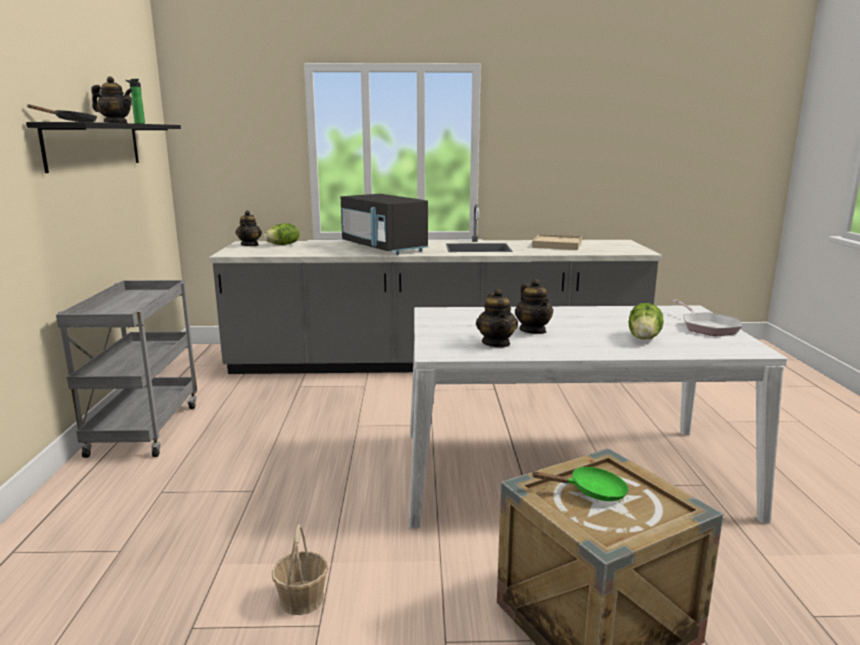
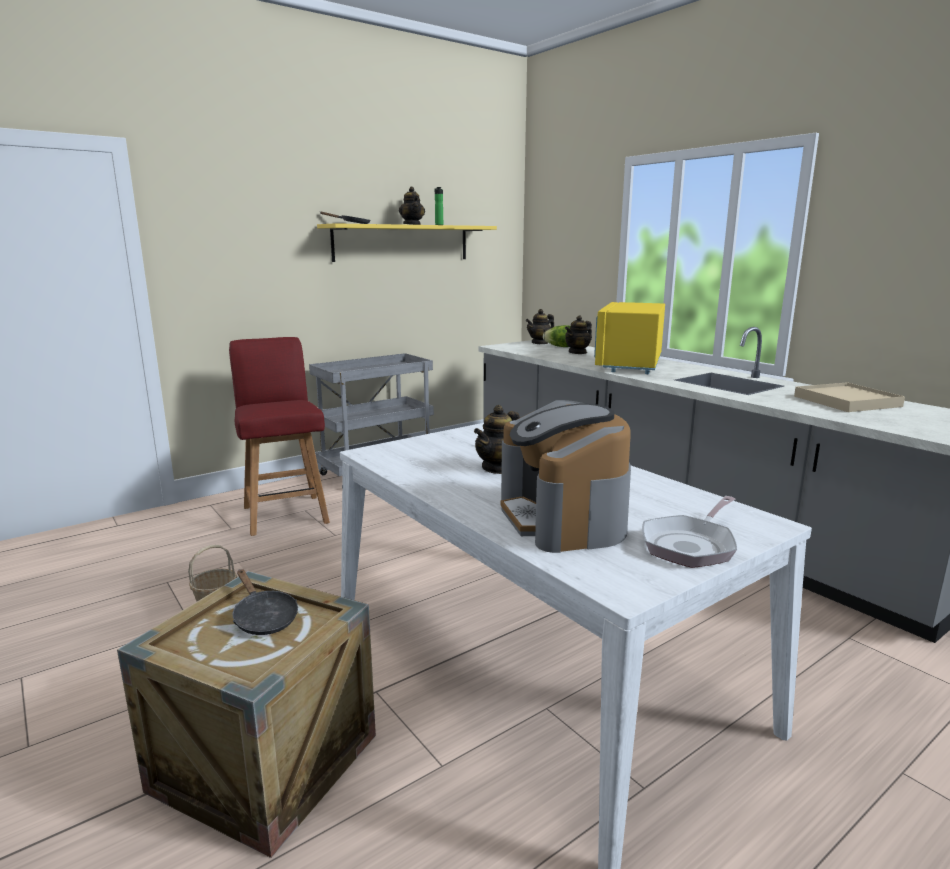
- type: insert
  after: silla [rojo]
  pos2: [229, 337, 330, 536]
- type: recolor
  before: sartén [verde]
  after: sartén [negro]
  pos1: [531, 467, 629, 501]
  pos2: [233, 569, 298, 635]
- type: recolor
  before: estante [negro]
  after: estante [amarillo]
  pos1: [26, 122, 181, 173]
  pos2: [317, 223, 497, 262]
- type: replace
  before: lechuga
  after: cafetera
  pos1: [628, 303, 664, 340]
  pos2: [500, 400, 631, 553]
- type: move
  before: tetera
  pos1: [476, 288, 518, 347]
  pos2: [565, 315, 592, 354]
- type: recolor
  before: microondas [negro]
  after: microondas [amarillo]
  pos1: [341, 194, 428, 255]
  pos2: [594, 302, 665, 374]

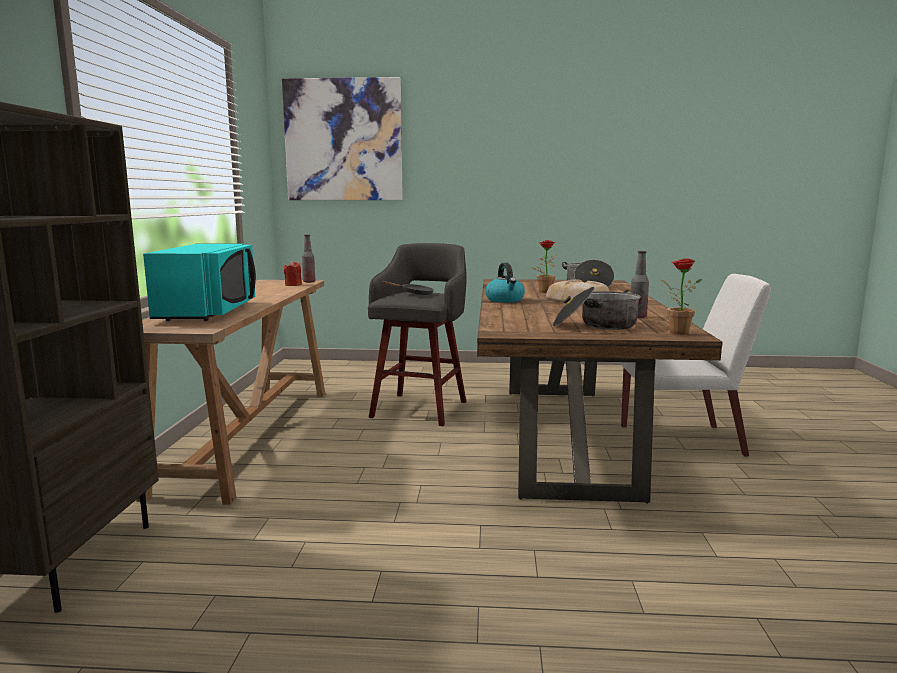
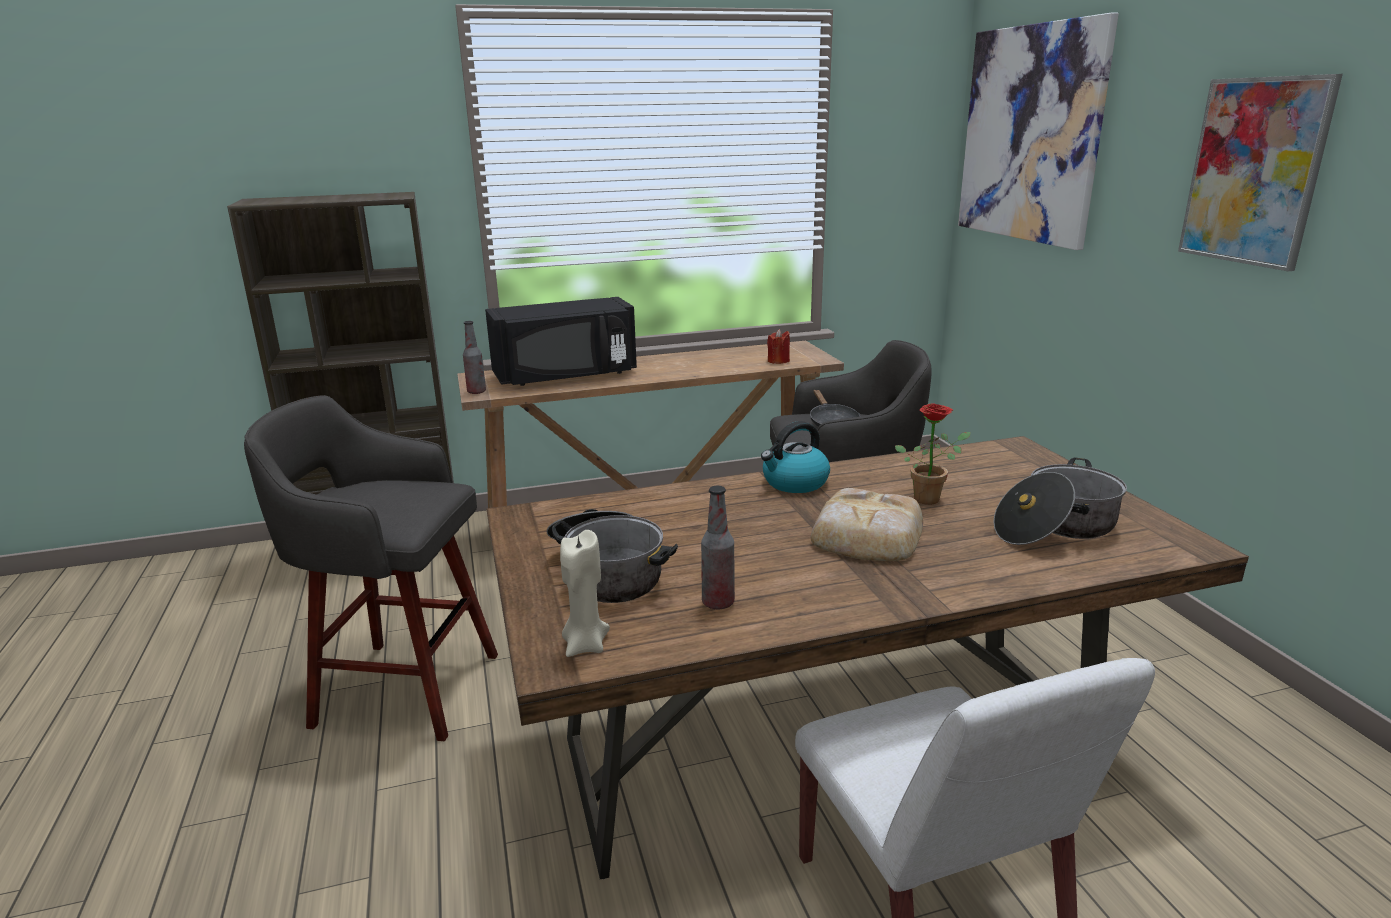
- type: insert
  after: taburete [gris]
  pos2: [244, 395, 498, 741]
- type: move
  before: botella
  pos1: [302, 235, 315, 283]
  pos2: [463, 321, 486, 394]
- type: recolor
  before: microondas [turquesa]
  after: microondas [negro]
  pos1: [143, 244, 256, 321]
  pos2: [485, 297, 637, 386]
- type: replace
  before: planta en maceta
  after: vela [beis]
  pos1: [661, 258, 702, 334]
  pos2: [560, 530, 610, 657]
- type: insert
  after: cuadro
  pos2: [1178, 74, 1343, 271]

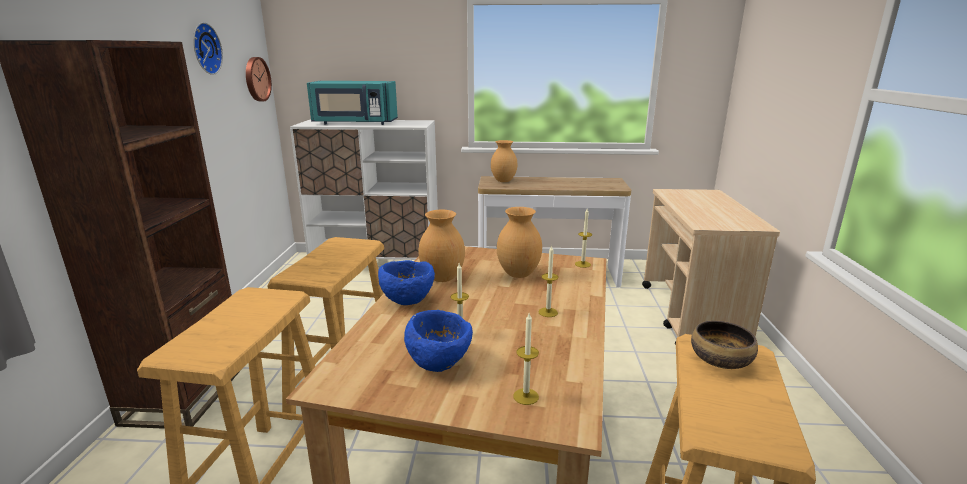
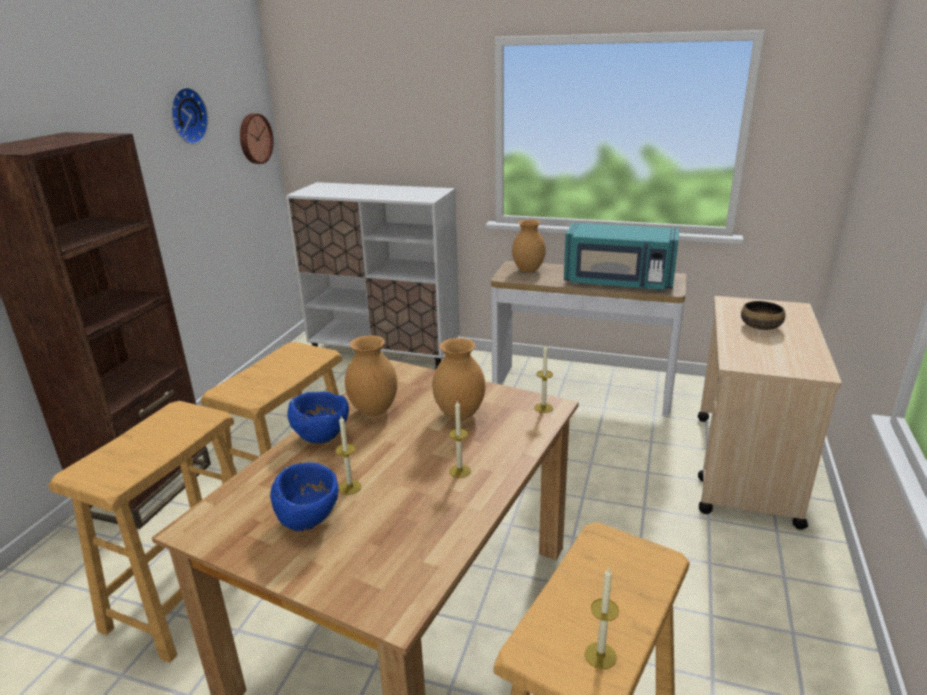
- type: move
  before: microondas [turquesa]
  pos1: [307, 81, 398, 125]
  pos2: [564, 223, 679, 290]
- type: move
  before: vela
  pos1: [514, 313, 539, 405]
  pos2: [585, 568, 619, 669]
- type: move
  before: cuenco
  pos1: [691, 321, 758, 369]
  pos2: [741, 301, 785, 330]

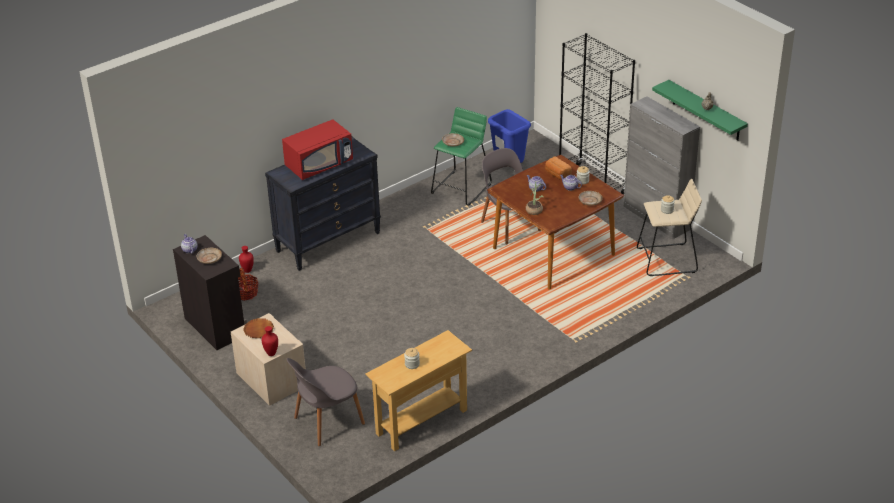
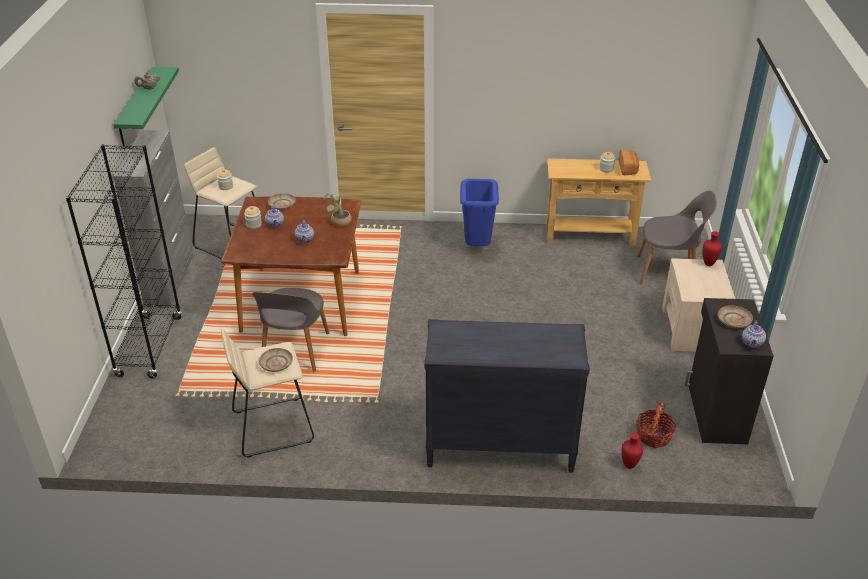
- type: recolor
  before: taburete [verde]
  after: taburete [beis]
  pos1: [431, 107, 492, 206]
  pos2: [221, 328, 314, 458]
- type: move
  before: papelera [azul]
  pos1: [488, 109, 531, 163]
  pos2: [460, 179, 499, 246]
- type: move
  before: pan
  pos1: [545, 156, 572, 180]
  pos2: [619, 150, 639, 176]
- type: delete
  before: plato [marrón]
  pos1: [243, 318, 274, 338]
- type: delete
  before: microondas [rojo]
  pos1: [282, 119, 353, 180]

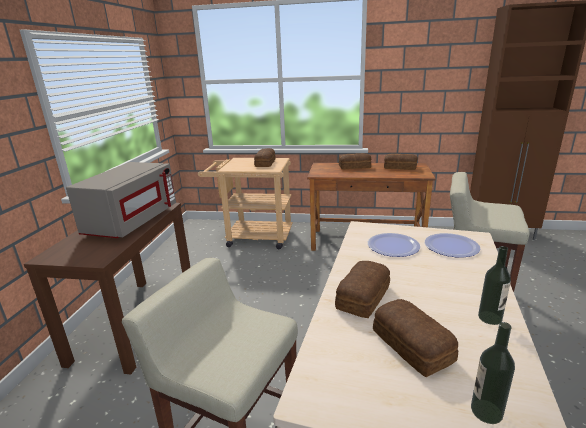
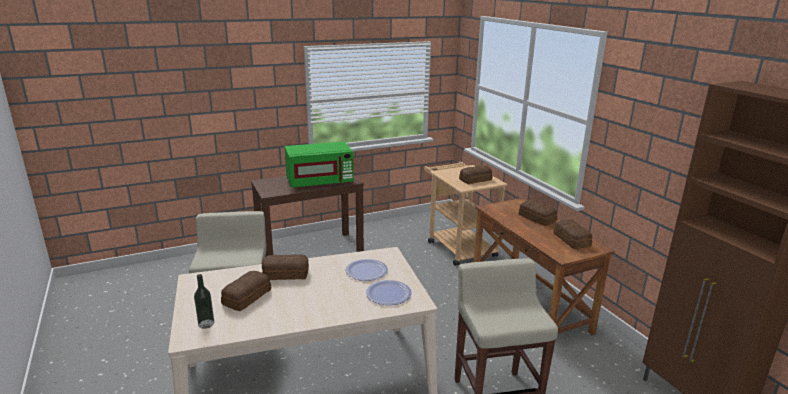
- type: recolor
  before: microondas [gris]
  after: microondas [verde]
  pos1: [66, 162, 176, 238]
  pos2: [284, 142, 354, 188]
- type: delete
  before: botella
  pos1: [478, 246, 511, 325]

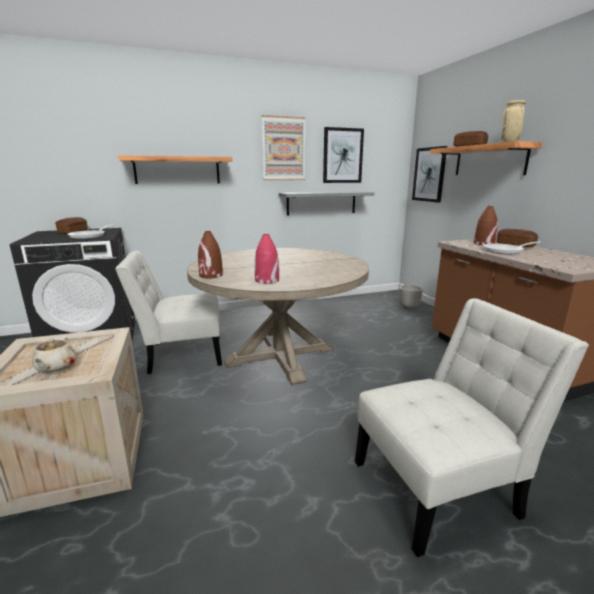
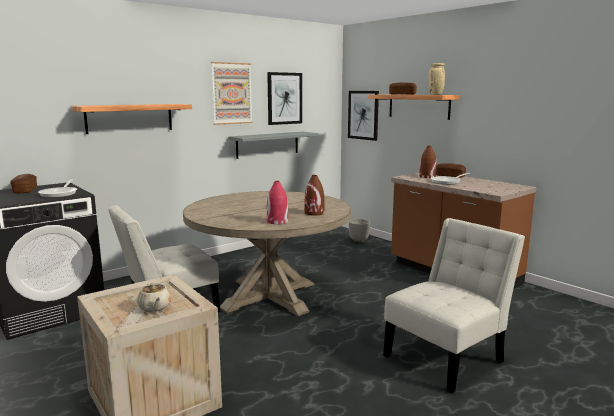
- type: move
  before: florero [marrón]
  pos1: [198, 231, 223, 278]
  pos2: [304, 175, 325, 216]

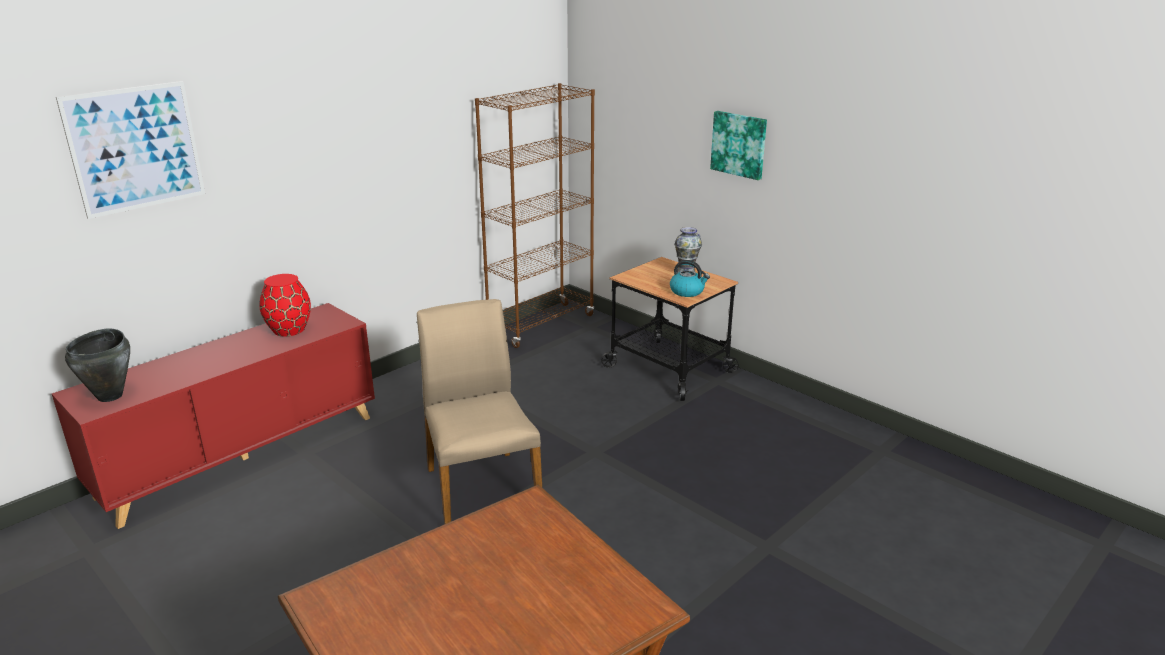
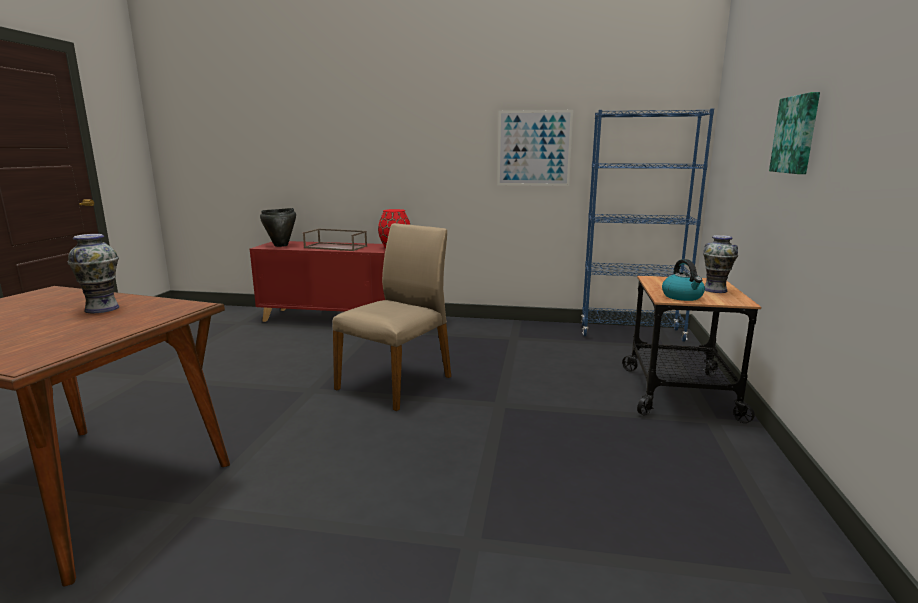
- type: insert
  after: florero
  pos2: [68, 234, 120, 313]
- type: insert
  after: bandeja [marrón]
  pos2: [303, 229, 367, 251]
- type: move
  before: cuadro
  pos1: [56, 81, 205, 219]
  pos2: [497, 110, 573, 186]
- type: recolor
  before: estantería [marrón]
  after: estantería [azul]
  pos1: [475, 83, 595, 348]
  pos2: [581, 108, 714, 342]

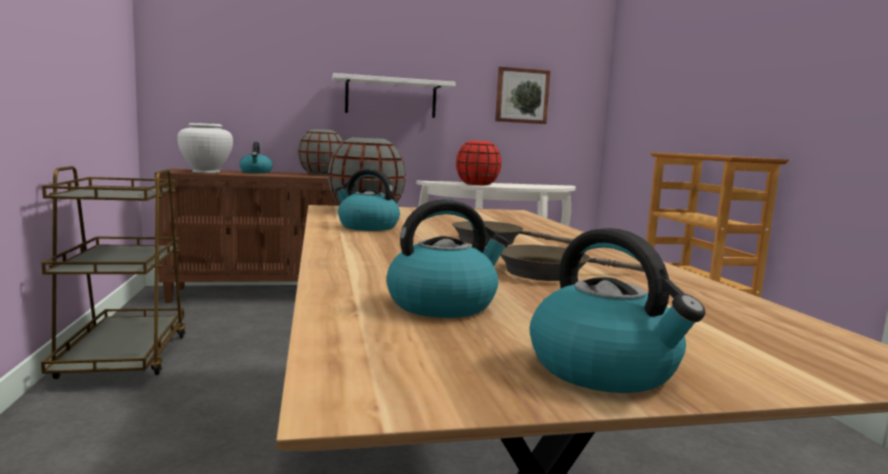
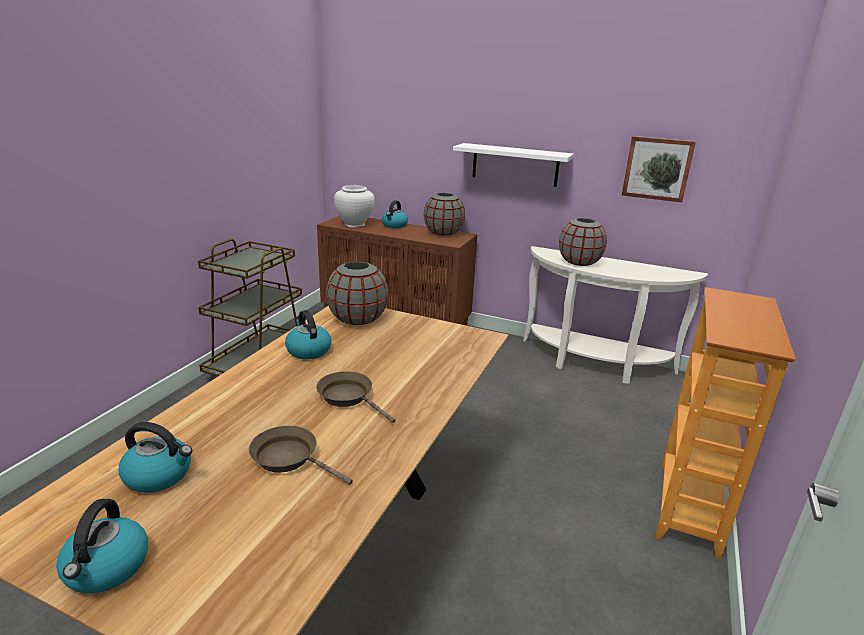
- type: recolor
  before: florero [rojo]
  after: florero [gris]
  pos1: [456, 141, 501, 185]
  pos2: [559, 218, 607, 266]

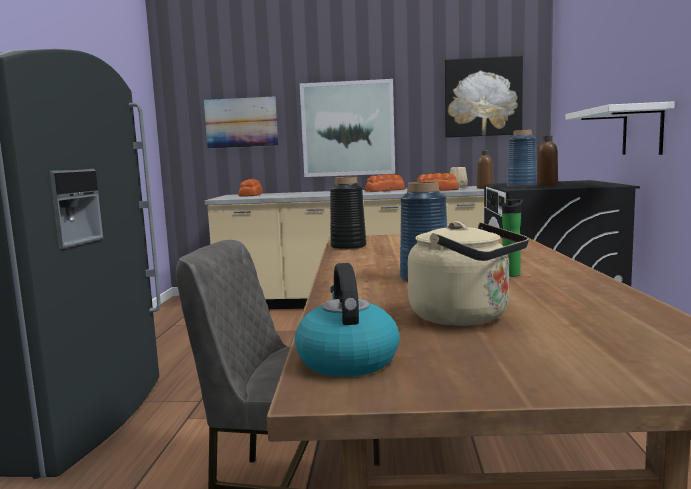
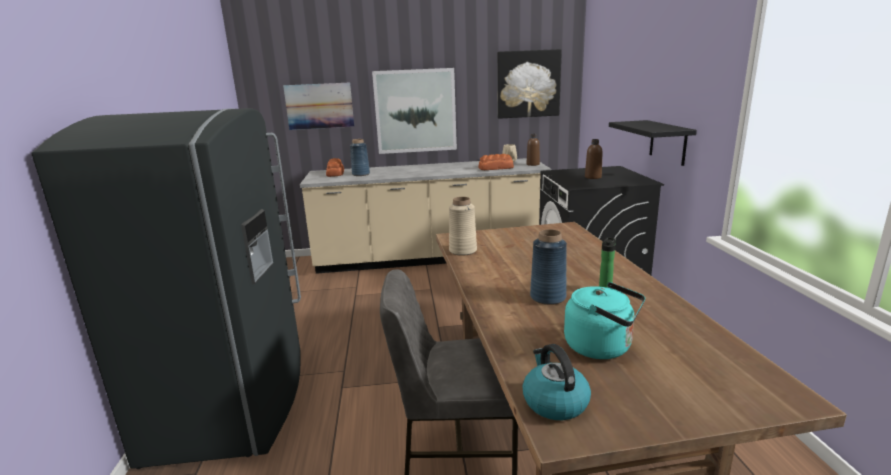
- type: move
  before: florero [azul]
  pos1: [507, 130, 537, 188]
  pos2: [350, 139, 370, 176]
- type: recolor
  before: florero [negro]
  after: florero [beis]
  pos1: [330, 177, 366, 250]
  pos2: [449, 197, 477, 256]
- type: recolor
  before: hervidor [beis]
  after: hervidor [turquesa]
  pos1: [408, 221, 529, 326]
  pos2: [564, 282, 645, 359]
- type: recolor
  before: estante [blanco]
  after: estante [negro]
  pos1: [565, 102, 675, 155]
  pos2: [609, 120, 697, 166]
- type: delete
  before: pan
  pos1: [365, 174, 405, 192]

